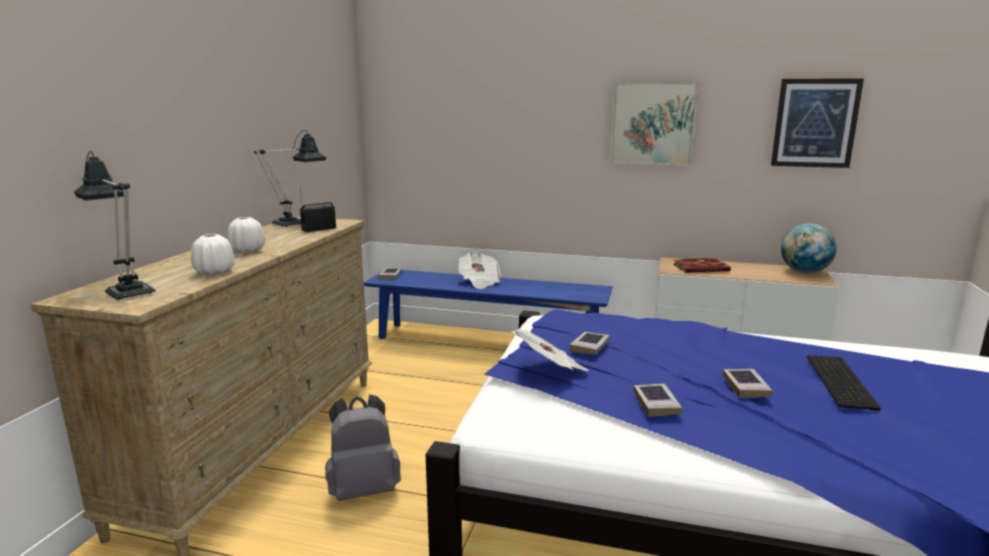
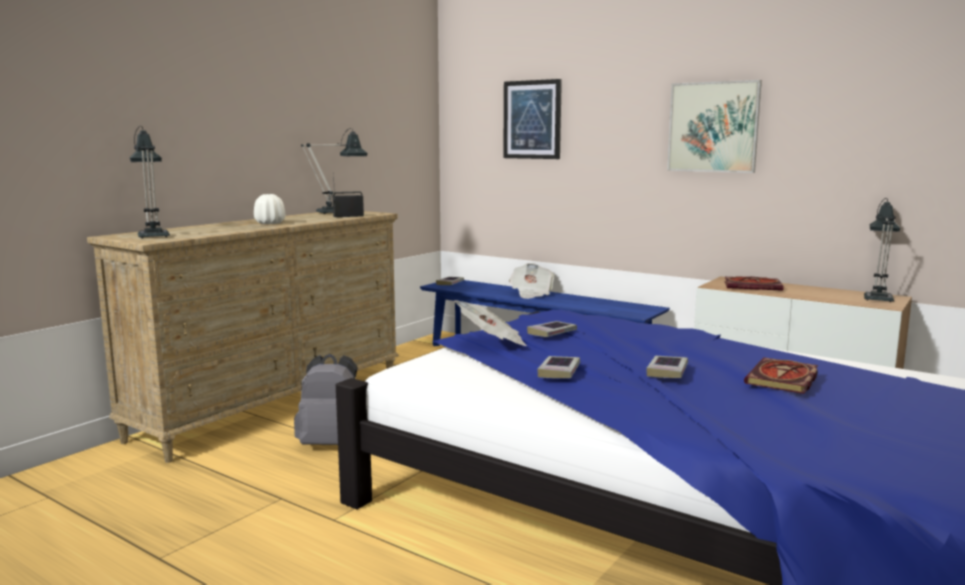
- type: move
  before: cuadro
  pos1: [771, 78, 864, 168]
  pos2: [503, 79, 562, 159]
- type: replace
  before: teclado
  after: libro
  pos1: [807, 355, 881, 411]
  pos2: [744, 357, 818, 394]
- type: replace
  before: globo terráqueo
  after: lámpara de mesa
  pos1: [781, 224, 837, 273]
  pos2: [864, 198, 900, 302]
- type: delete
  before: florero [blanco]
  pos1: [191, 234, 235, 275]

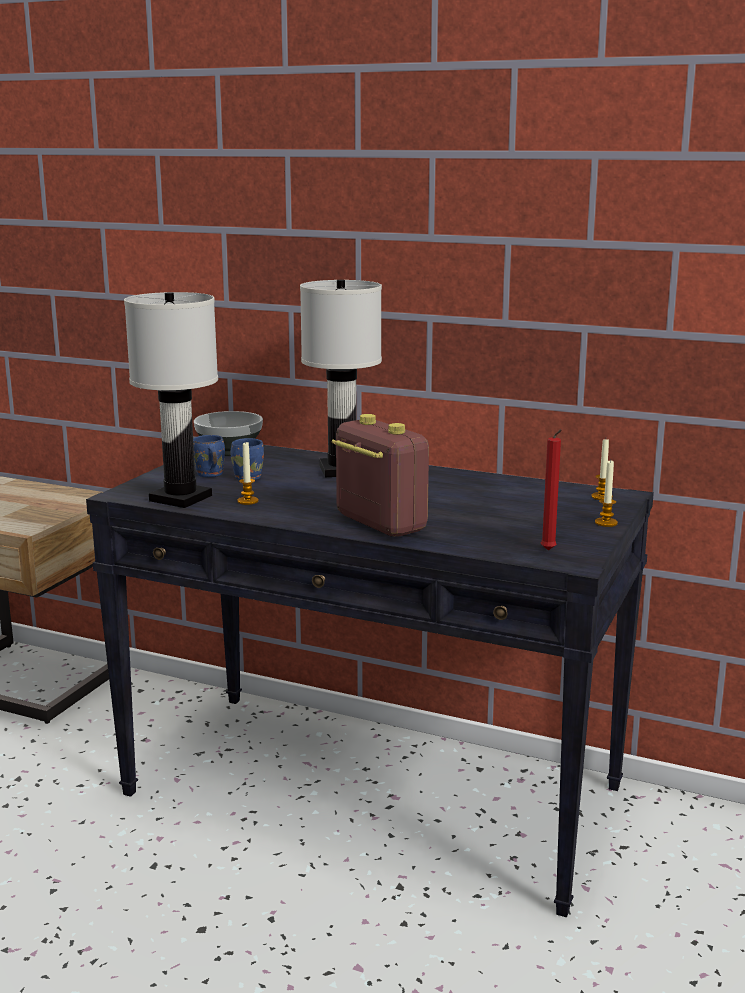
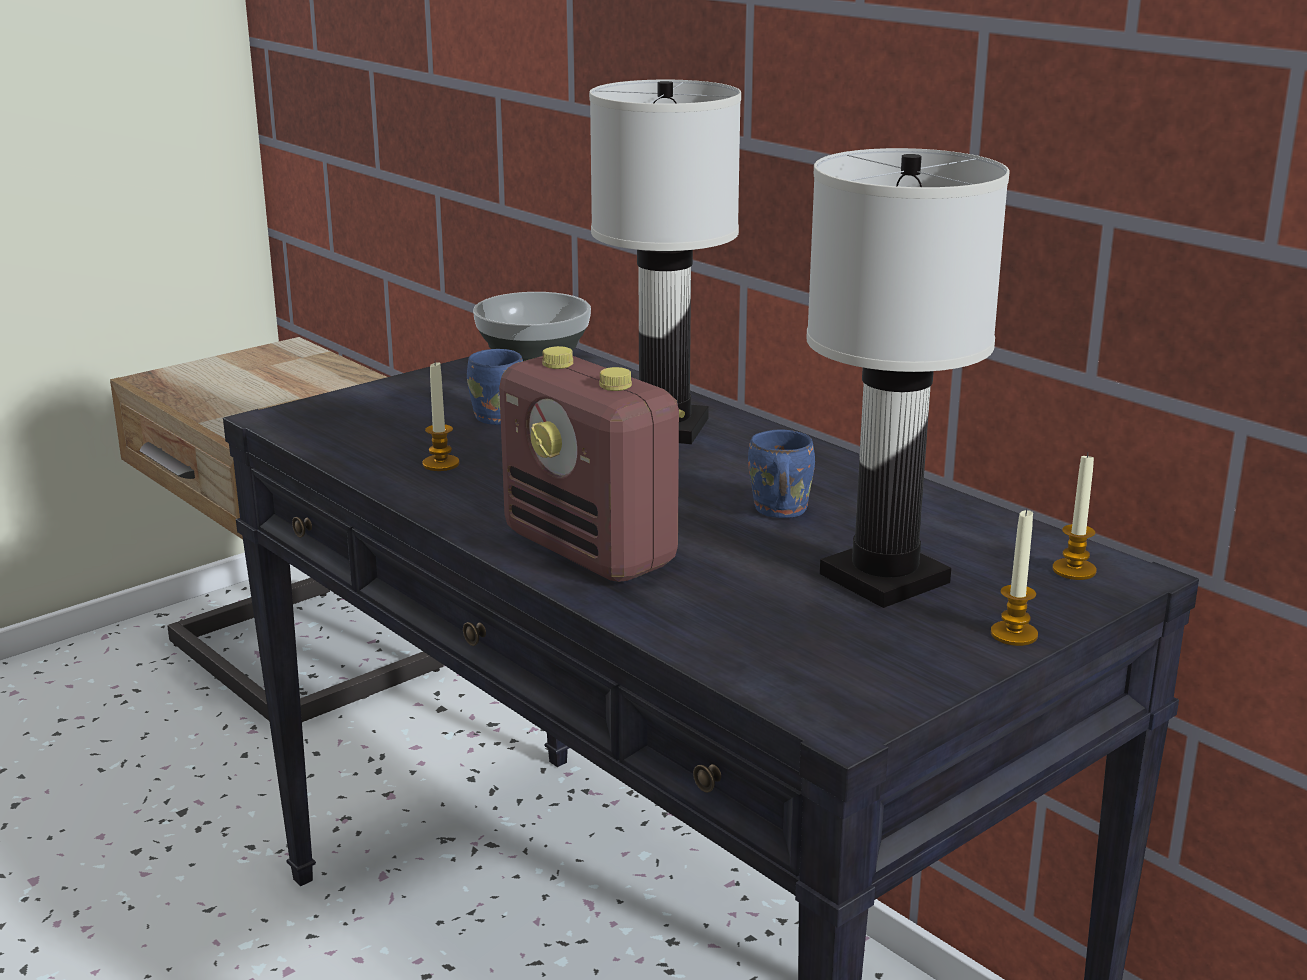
- type: rotate
  before: radio
  pos1: [332, 414, 429, 537]
  pos2: [499, 346, 685, 582]
  turn: 150
- type: move
  before: taza grande [azul]
  pos1: [193, 435, 225, 477]
  pos2: [748, 429, 815, 518]
- type: move
  before: lámpara de mesa [blanco]
  pos1: [124, 292, 218, 508]
  pos2: [807, 148, 1010, 608]
- type: delete
  before: vela [rojo]
  pos1: [541, 429, 562, 550]

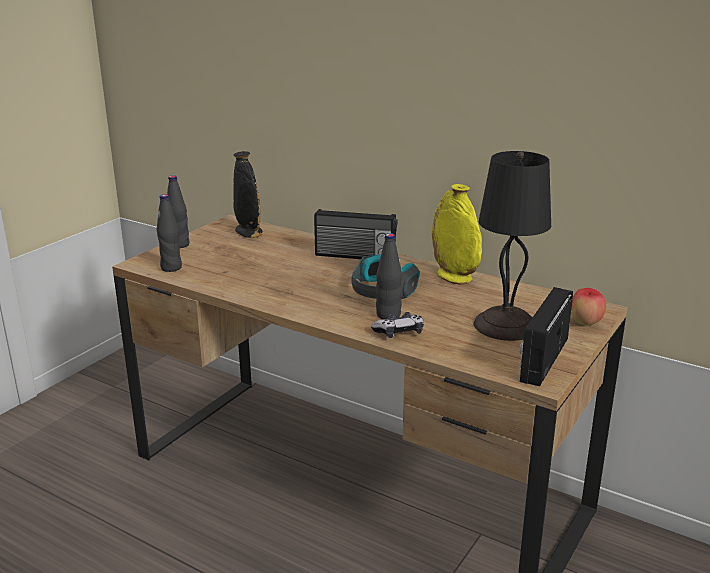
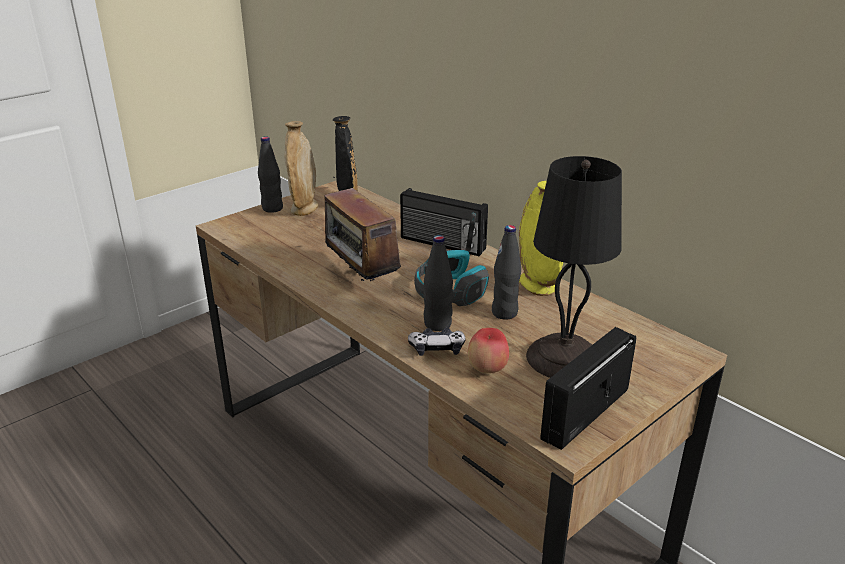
- type: insert
  after: florero [beis]
  pos2: [285, 121, 319, 216]
- type: insert
  after: radio
  pos2: [325, 177, 401, 284]
- type: move
  before: manzana
  pos1: [571, 288, 606, 326]
  pos2: [468, 328, 509, 373]
- type: move
  before: botella [negro]
  pos1: [157, 194, 182, 272]
  pos2: [492, 225, 521, 320]

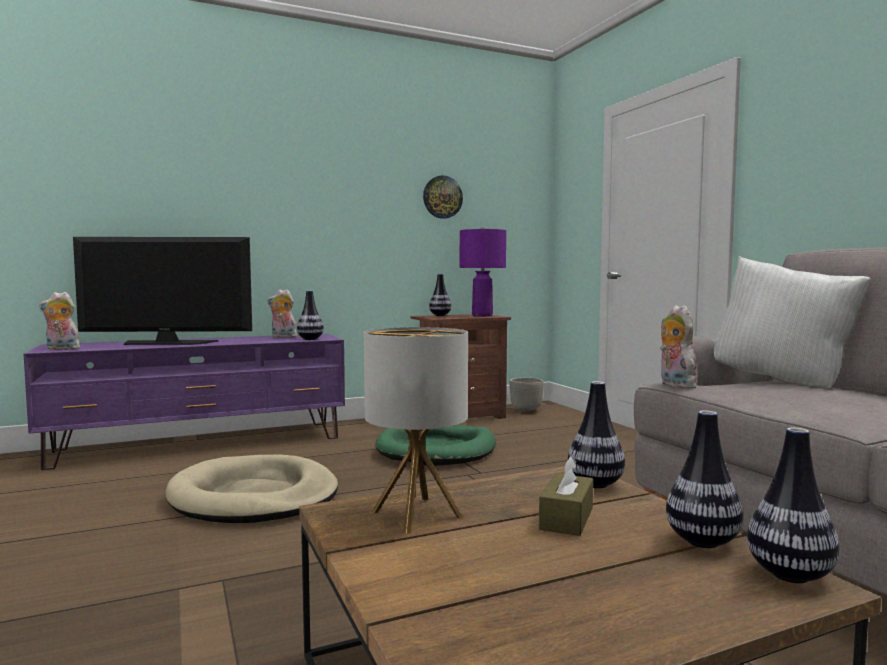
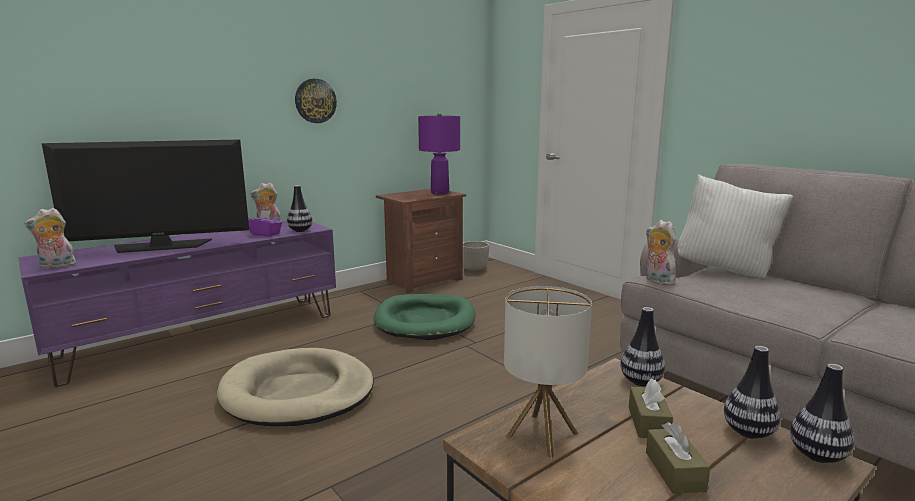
- type: insert
  after: caja de pañuelos [morado]
  pos2: [248, 210, 282, 237]
- type: move
  before: reloj de pared
  pos1: [423, 176, 463, 219]
  pos2: [295, 79, 337, 123]
- type: insert
  after: caja de pañuelos [marrón]
  pos2: [646, 422, 710, 494]
- type: delete
  before: florero
  pos1: [429, 274, 451, 316]

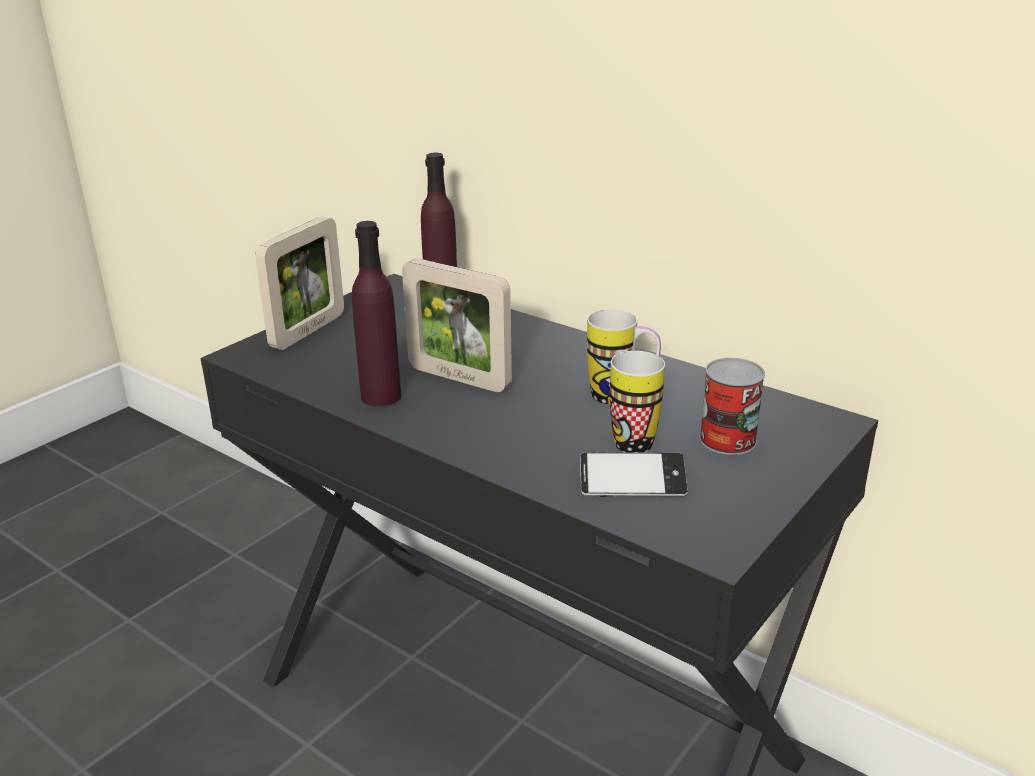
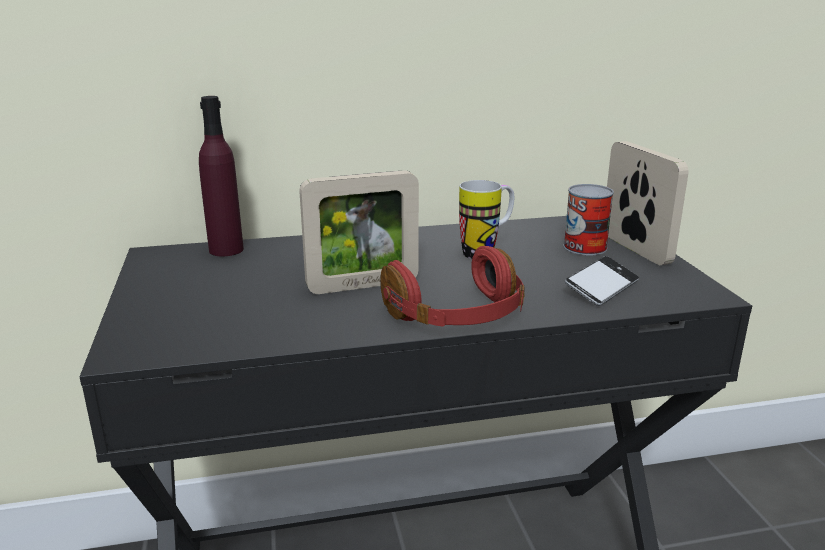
- type: insert
  after: auriculares [rojo]
  pos2: [380, 246, 525, 327]
- type: move
  before: portarretratos
  pos1: [255, 216, 344, 350]
  pos2: [607, 141, 689, 265]
- type: delete
  before: botella [morado]
  pos1: [352, 221, 401, 406]
- type: delete
  before: taza grande
  pos1: [610, 350, 665, 453]

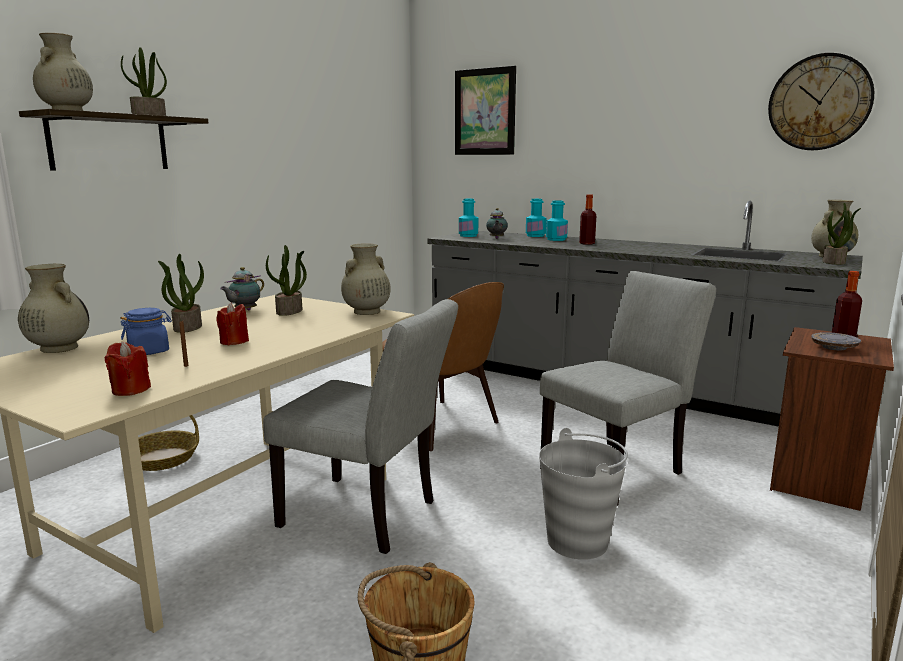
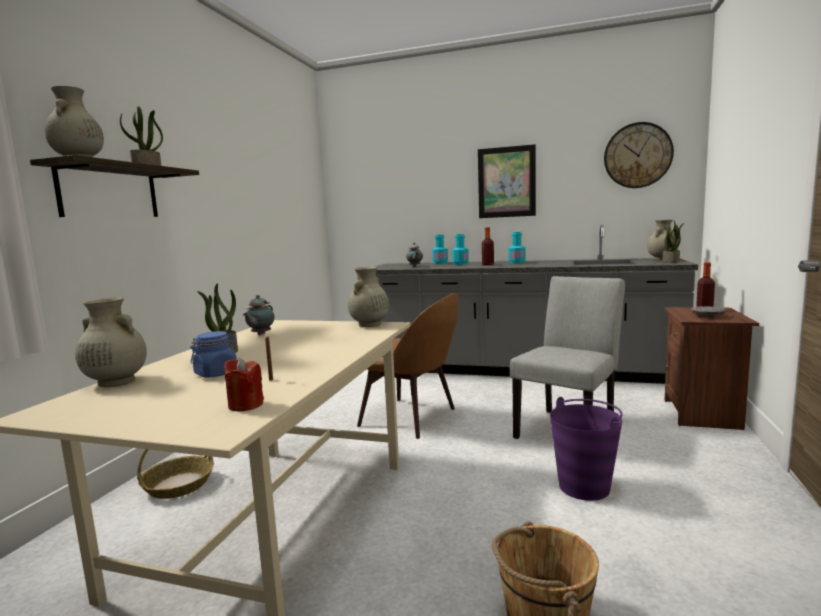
- type: move
  before: cuadro
  pos1: [455, 66, 516, 155]
  pos2: [478, 144, 536, 218]
- type: move
  before: botella [turquesa]
  pos1: [459, 199, 478, 237]
  pos2: [508, 232, 525, 263]
- type: recolor
  before: cubo [gris]
  after: cubo [morado]
  pos1: [539, 428, 628, 560]
  pos2: [550, 397, 622, 501]
- type: delete
  before: vela [rojo]
  pos1: [216, 303, 249, 345]
- type: delete
  before: silla [gris]
  pos1: [263, 299, 458, 554]
- type: delete
  before: planta en maceta
  pos1: [266, 245, 307, 316]

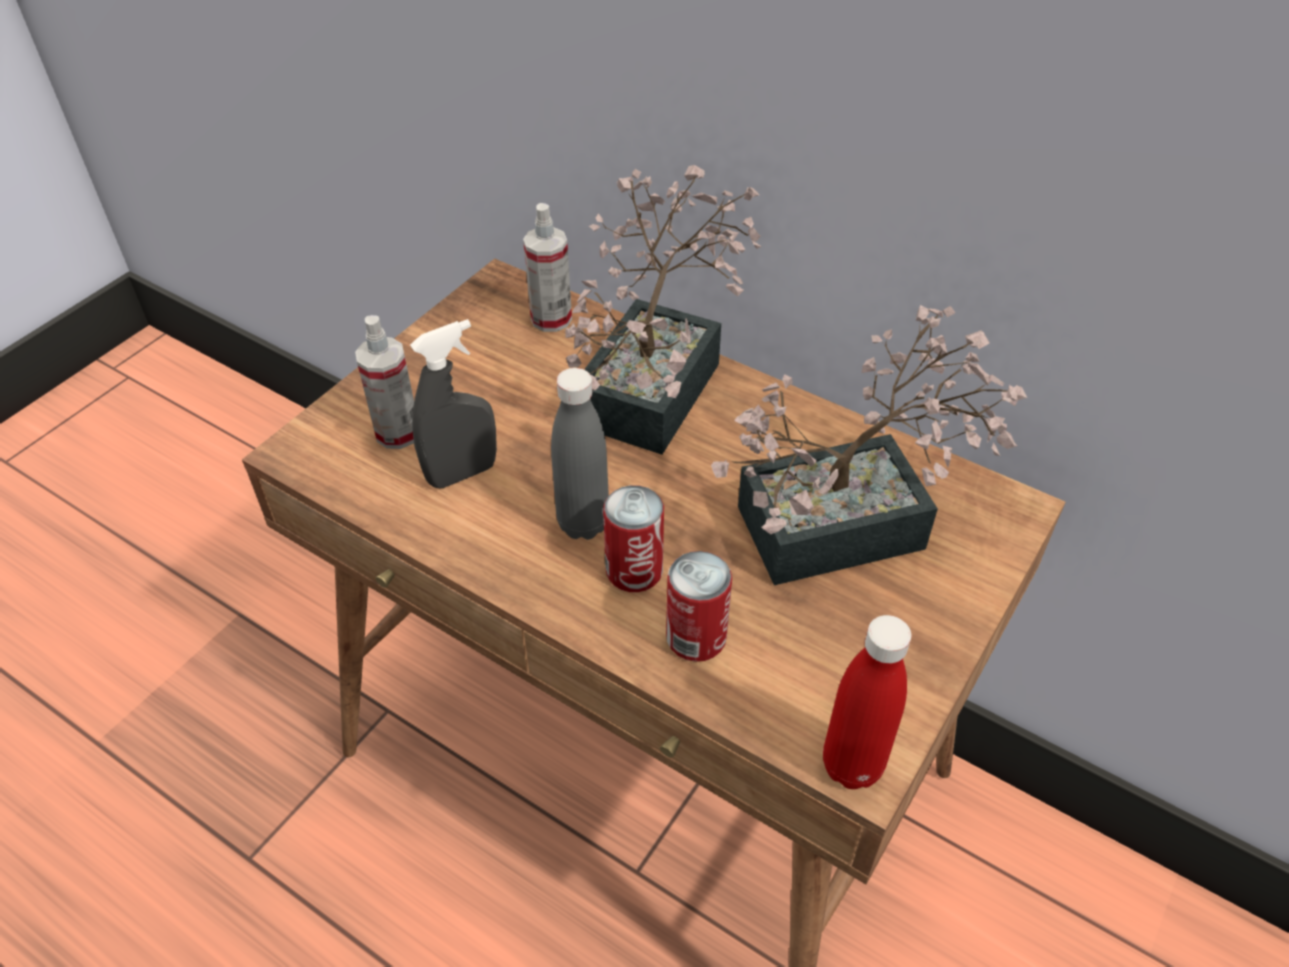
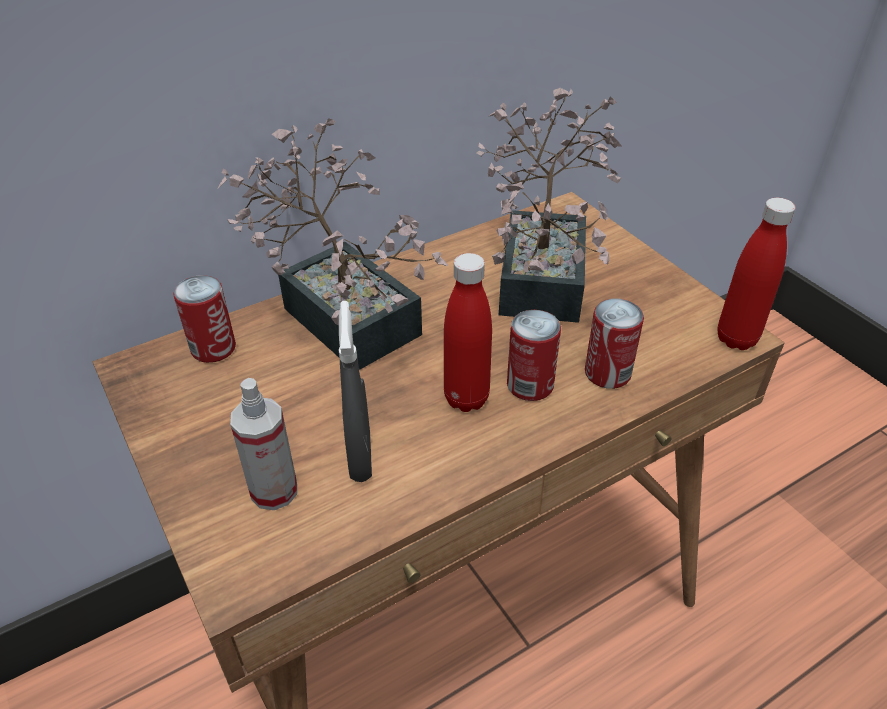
- type: replace
  before: pulverizador
  after: lata
  pos1: [523, 203, 572, 332]
  pos2: [173, 275, 236, 363]
- type: recolor
  before: botella [gris]
  after: botella [rojo]
  pos1: [551, 368, 609, 540]
  pos2: [444, 253, 492, 412]

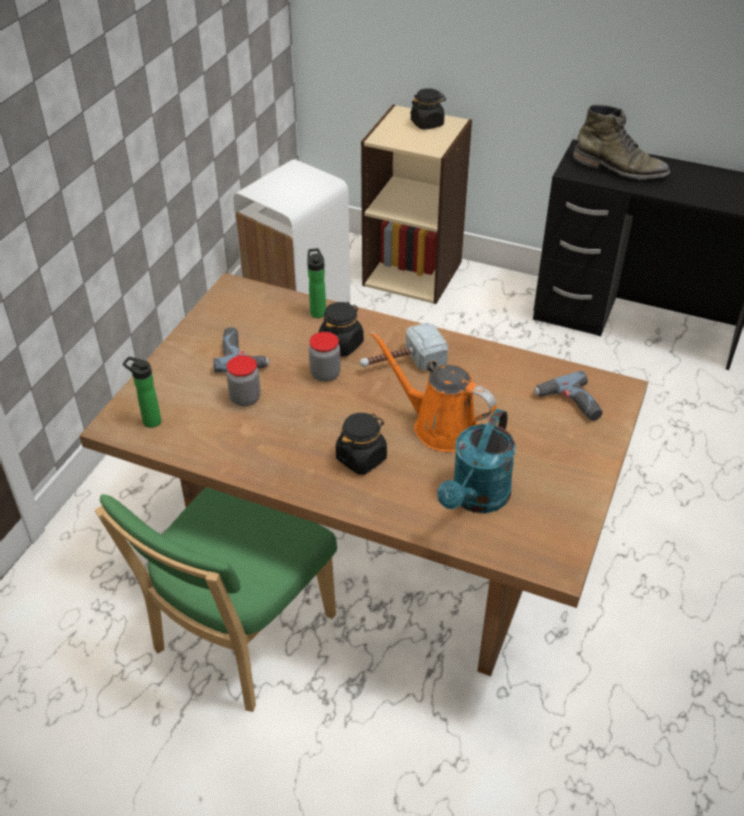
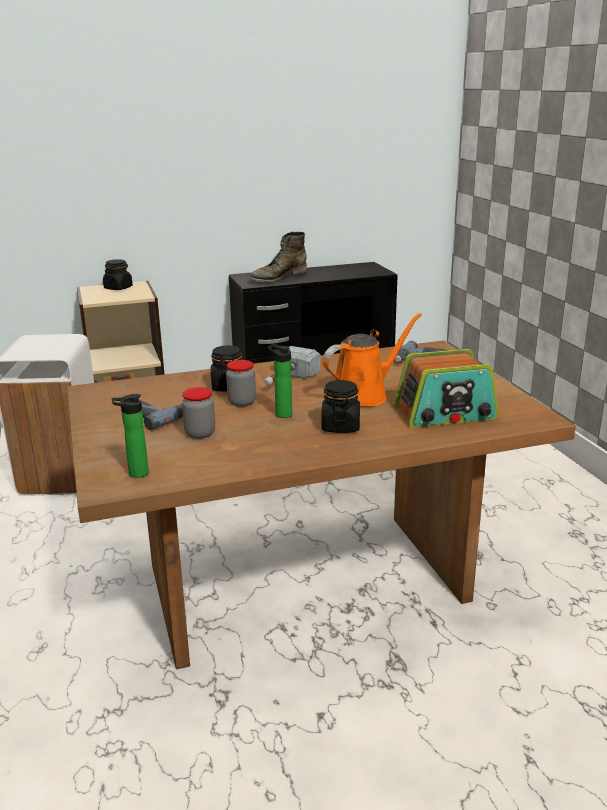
- type: rotate
  before: bota [verde]
  pos1: [573, 105, 670, 179]
  pos2: [249, 232, 307, 283]
  turn: 150
- type: move
  before: botella
  pos1: [307, 248, 326, 318]
  pos2: [267, 344, 292, 418]
- type: rotate
  before: regadera [naranja]
  pos1: [369, 330, 496, 452]
  pos2: [322, 313, 422, 407]
  turn: 150
- type: replace
  before: regadera [turquesa]
  after: radio
  pos1: [437, 409, 516, 513]
  pos2: [394, 349, 499, 428]
- type: delete
  before: silla [verde]
  pos1: [95, 487, 337, 712]

